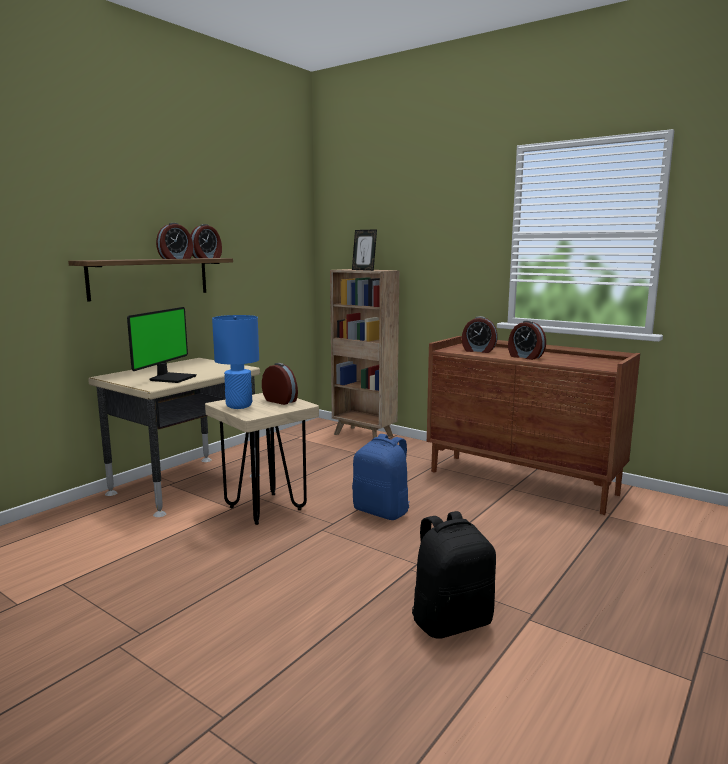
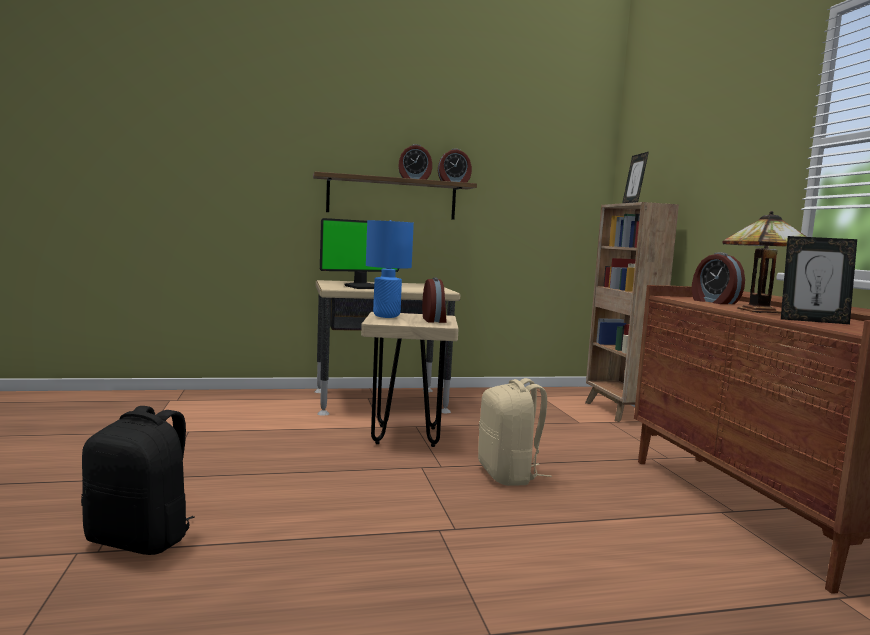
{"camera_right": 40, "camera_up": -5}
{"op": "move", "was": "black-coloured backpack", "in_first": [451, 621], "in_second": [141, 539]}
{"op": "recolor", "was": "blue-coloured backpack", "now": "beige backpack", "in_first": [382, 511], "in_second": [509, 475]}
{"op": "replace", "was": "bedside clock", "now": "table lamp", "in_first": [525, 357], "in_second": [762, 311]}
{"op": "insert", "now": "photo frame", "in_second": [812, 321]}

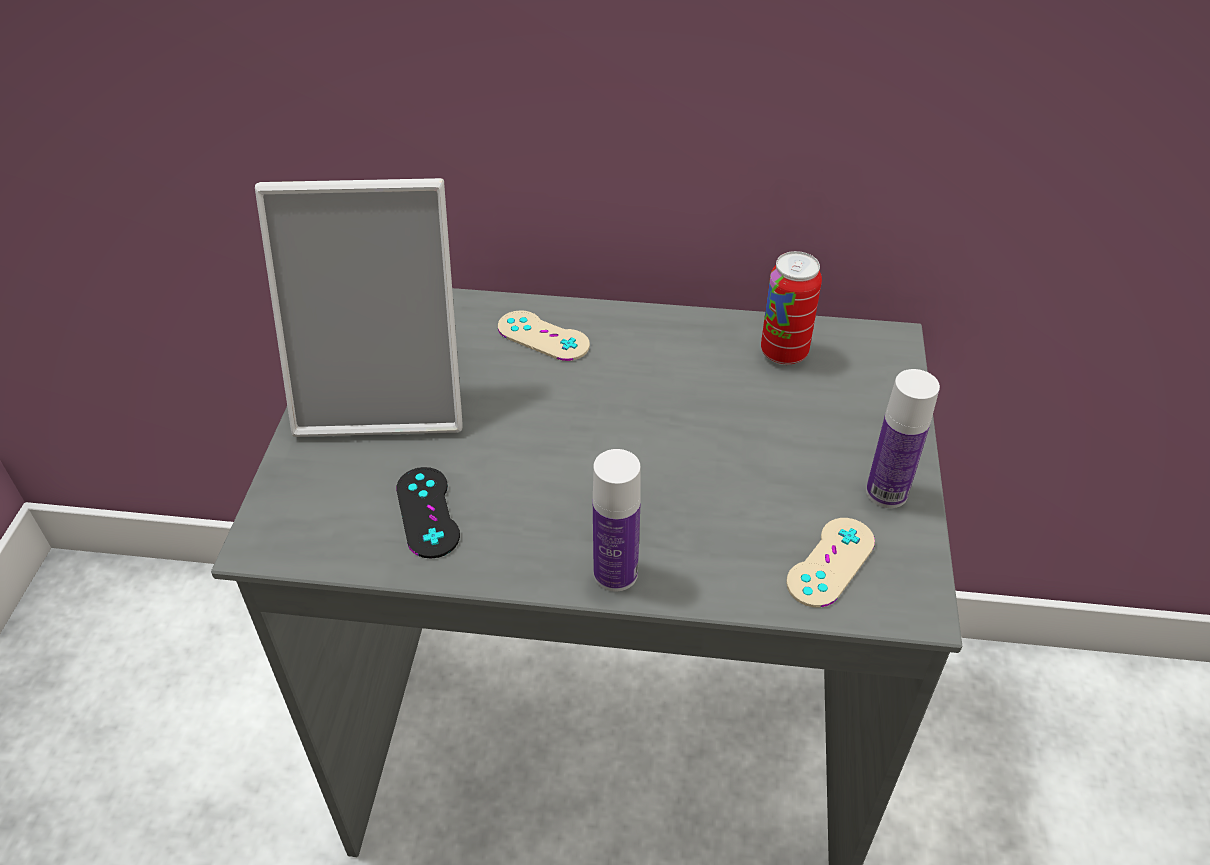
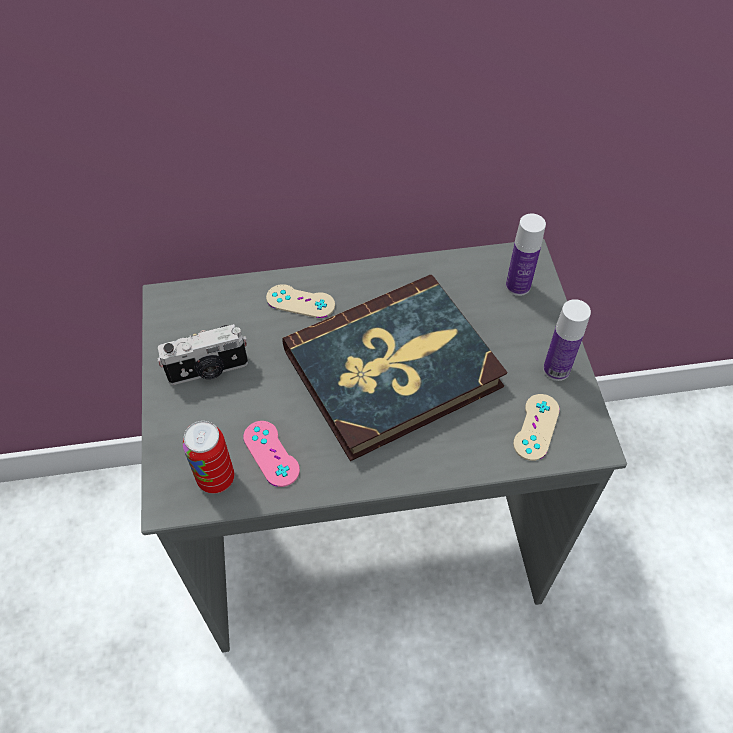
{"camera_right": -15, "camera_up": 10}
{"op": "replace", "was": "photo frame", "now": "photo camera", "in_first": [385, 394], "in_second": [208, 371]}
{"op": "move", "was": "sealed can", "in_first": [784, 353], "in_second": [216, 478]}
{"op": "recolor", "was": "black-coloured game controller", "now": "pink-coloured game controller", "in_first": [427, 512], "in_second": [271, 453]}
{"op": "insert", "now": "bound book", "in_second": [393, 369]}
{"op": "move", "was": "beverage bottle", "in_first": [615, 573], "in_second": [518, 286]}

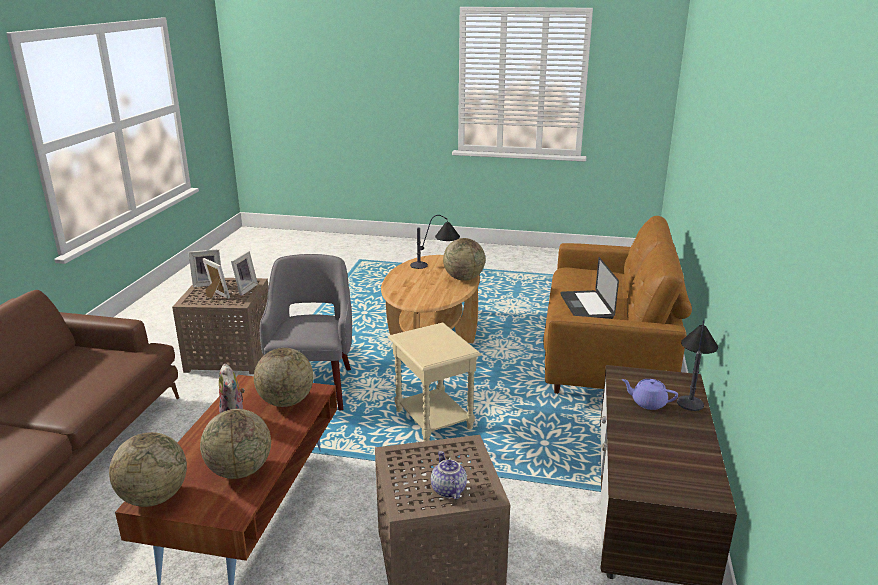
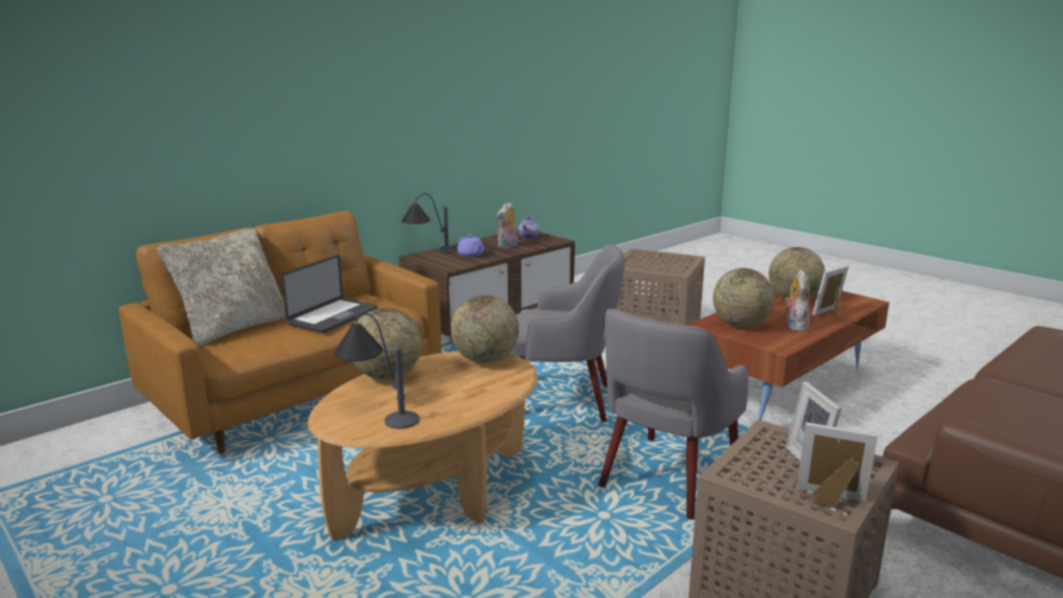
{"camera_right": -145, "camera_up": -5}
{"op": "insert", "now": "beige cushion", "in_second": [234, 326]}
{"op": "move", "was": "desk globe", "in_first": [154, 497], "in_second": [485, 360]}
{"op": "insert", "now": "cuddly toy", "in_second": [507, 246]}
{"op": "replace", "was": "beige end table", "now": "gray easy chair", "in_first": [432, 420], "in_second": [563, 401]}
{"op": "move", "was": "teapot", "in_first": [447, 490], "in_second": [529, 237]}
{"op": "move", "was": "photo frame", "in_first": [244, 289], "in_second": [831, 313]}

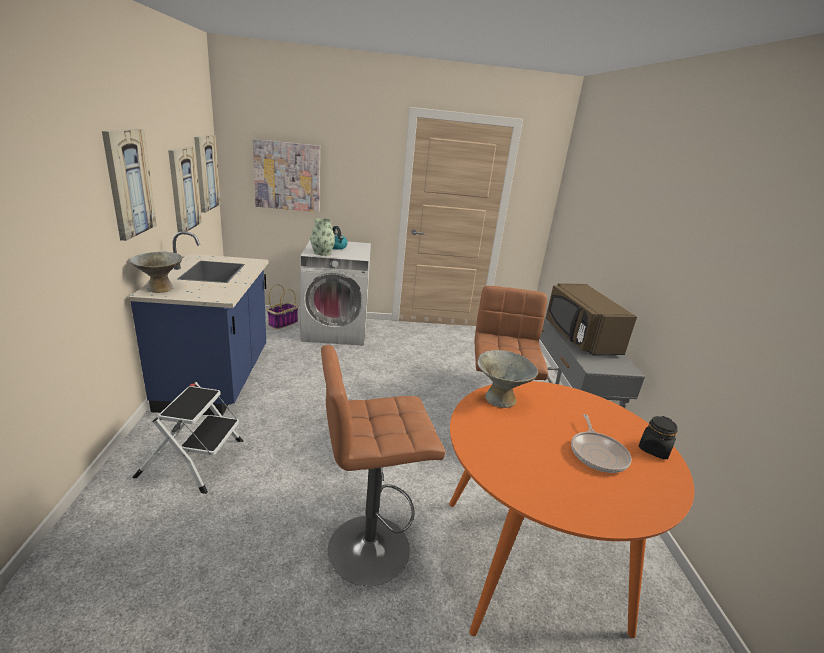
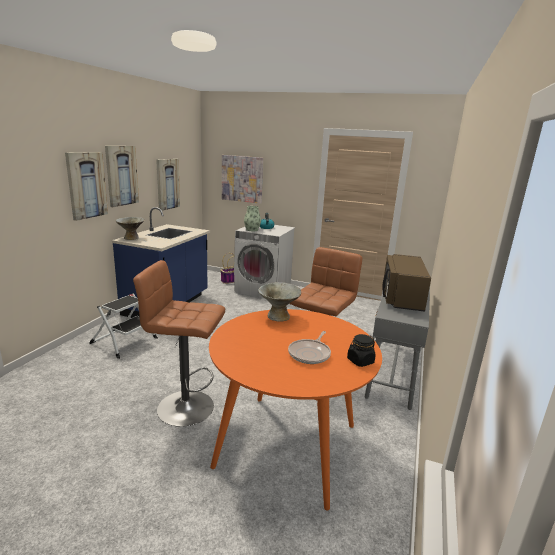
{"camera_right": 25, "camera_up": -5}
{"op": "move", "was": "wall picture", "in_first": [206, 173], "in_second": [86, 185]}

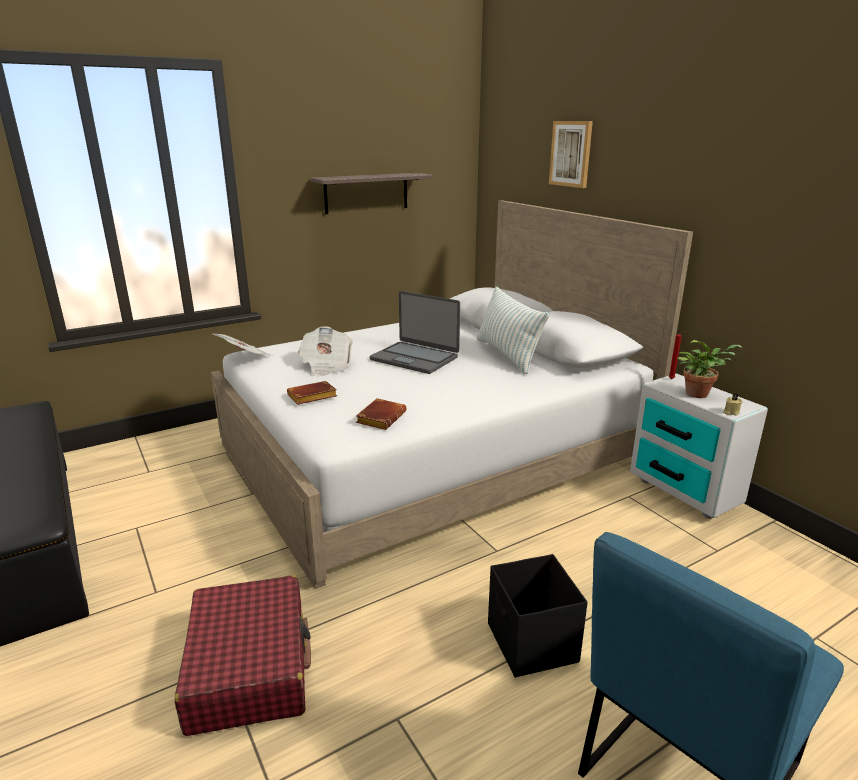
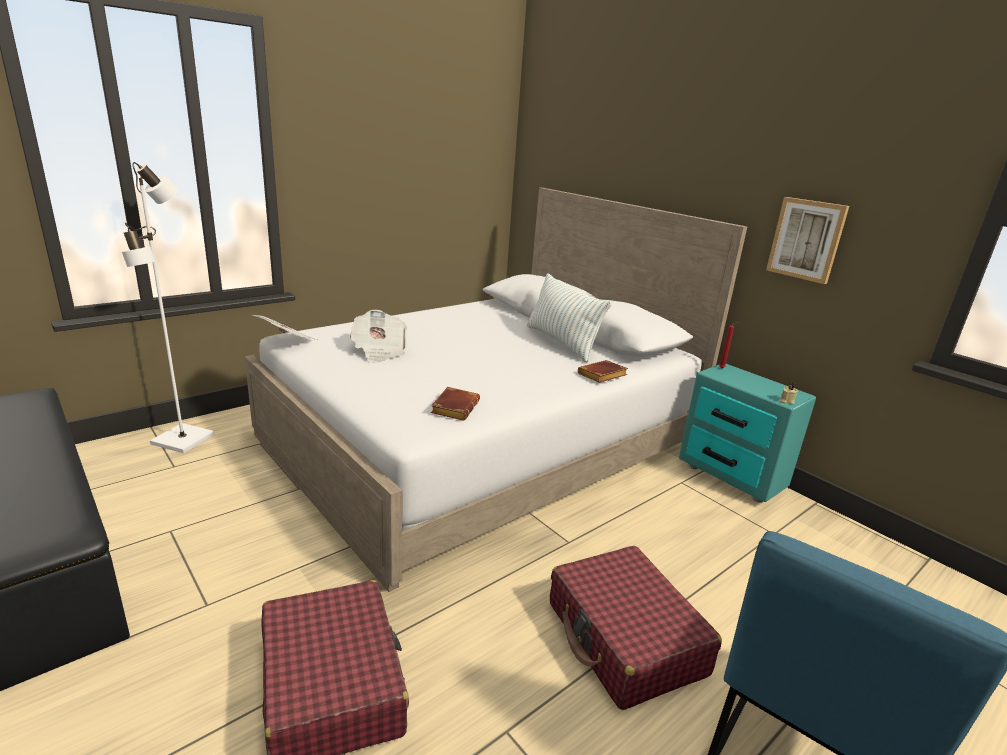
{"camera_right": -10, "camera_up": 0}
{"op": "insert", "now": "whitish standard lamp", "in_second": [182, 439]}
{"op": "replace", "was": "black-coloured storage box", "now": "red travel case", "in_first": [531, 644], "in_second": [625, 639]}
{"op": "move", "was": "brown-coloured bound book", "in_first": [311, 397], "in_second": [602, 376]}
{"op": "recolor", "was": "whitish bedside table", "now": "blue-green bedside table", "in_first": [682, 494], "in_second": [729, 479]}
{"op": "move", "was": "wall picture", "in_first": [571, 154], "in_second": [806, 239]}
{"op": "delete", "was": "wall shelf", "in_first": [366, 193]}
{"op": "delete", "was": "notebook computer", "in_first": [415, 358]}
{"op": "delete", "was": "houseplant", "in_first": [699, 393]}

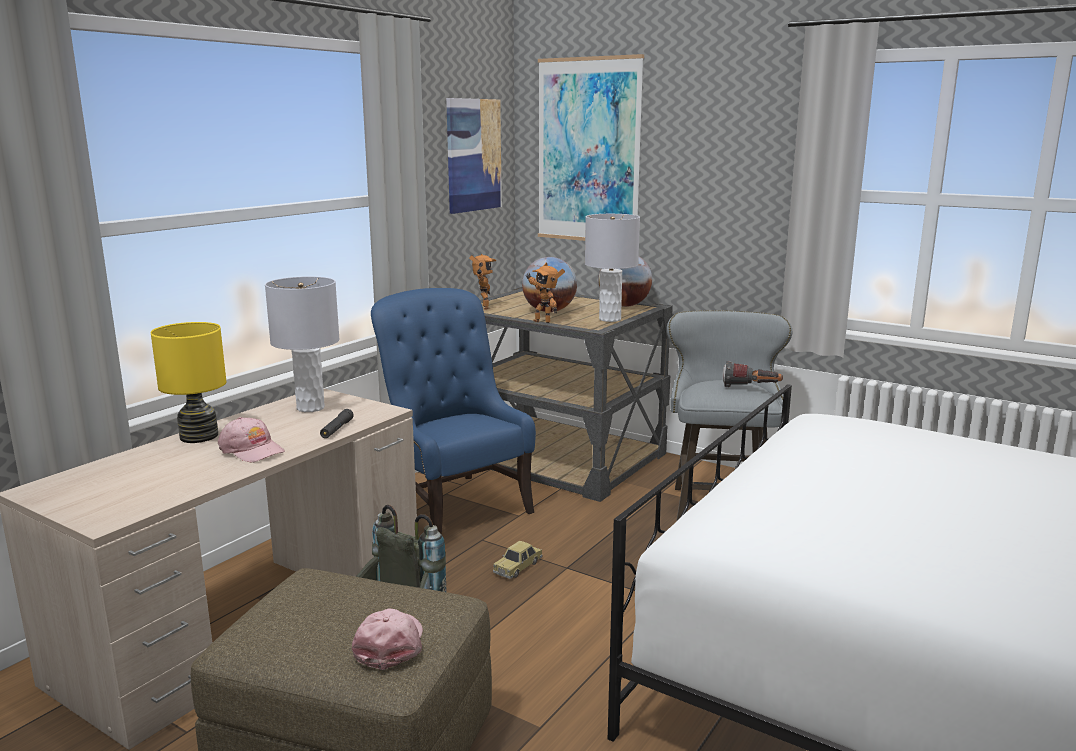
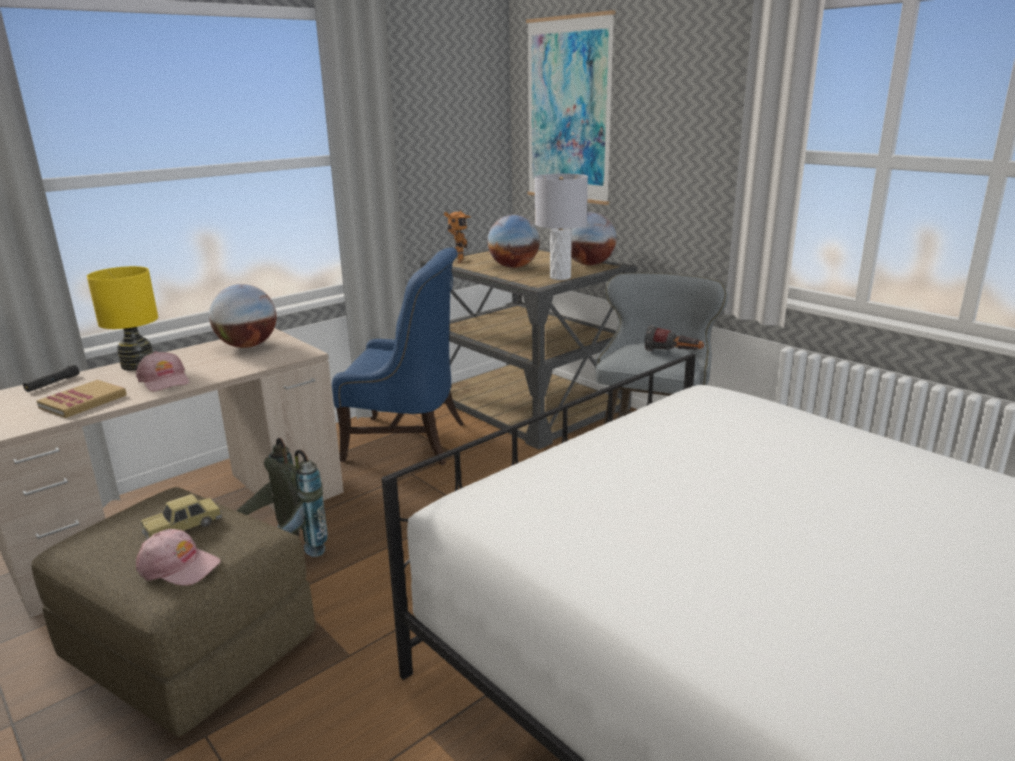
{"camera_right": 15, "camera_up": 5}
{"op": "move", "was": "black-coloured hand torch", "in_first": [337, 429], "in_second": [52, 383]}
{"op": "insert", "now": "bound book", "in_second": [83, 401]}
{"op": "rotate", "was": "pink-coloured peaked cap", "in_first": [390, 644], "in_second": [178, 566], "clockwise": 90}
{"op": "move", "was": "toy car", "in_first": [518, 567], "in_second": [183, 527]}
{"op": "replace", "was": "gray table lamp", "now": "desk globe", "in_first": [311, 408], "in_second": [248, 346]}
{"op": "rotate", "was": "blue-coloured chair", "in_first": [454, 506], "in_second": [407, 440], "clockwise": 120}
{"op": "delete", "was": "wall picture", "in_first": [473, 155]}
{"op": "delete", "was": "toy robot", "in_first": [543, 321]}

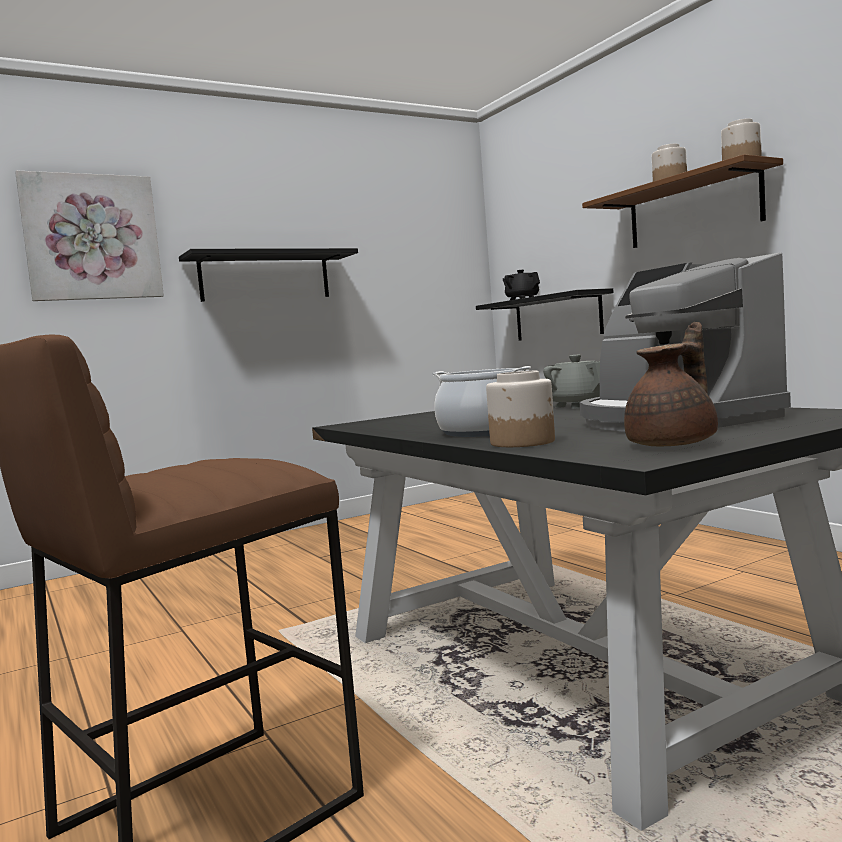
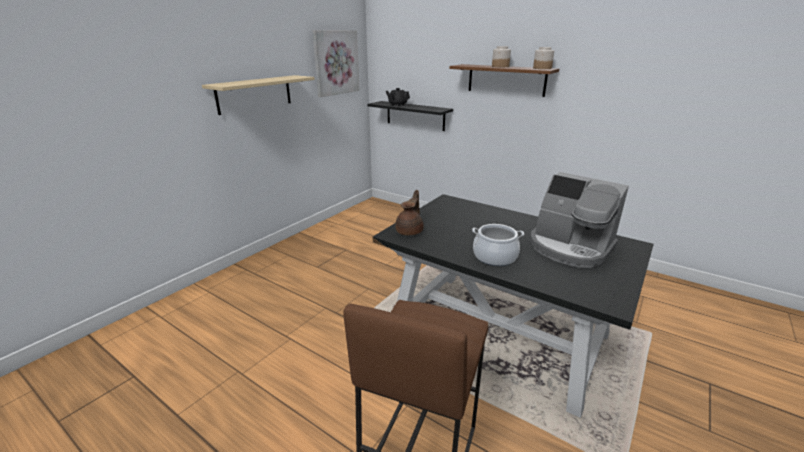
{"camera_right": -25, "camera_up": 20}
{"op": "recolor", "was": "black-coloured wall shelf", "now": "beige wall shelf", "in_first": [265, 277], "in_second": [254, 94]}
{"op": "move", "was": "wall picture", "in_first": [92, 237], "in_second": [336, 62]}
{"op": "move", "was": "brown-coloured teapot", "in_first": [675, 444], "in_second": [410, 231]}
{"op": "delete", "was": "preserve jar", "in_first": [523, 442]}
{"op": "delete", "was": "gray teapot", "in_first": [577, 406]}

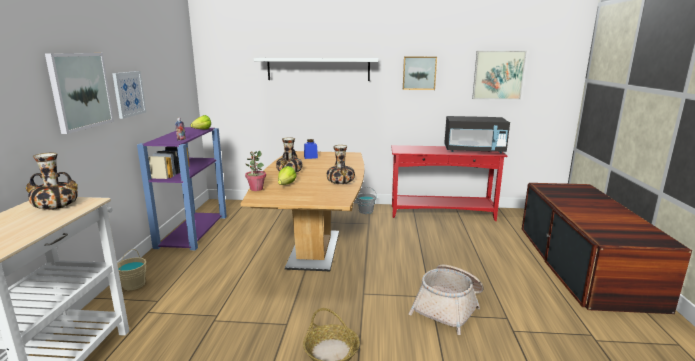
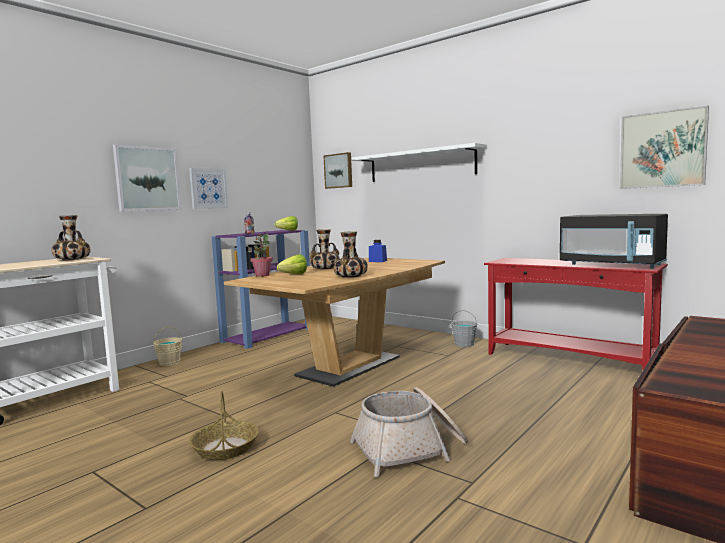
{"camera_right": 35, "camera_up": -10}
{"op": "move", "was": "wall picture", "in_first": [419, 73], "in_second": [339, 171]}

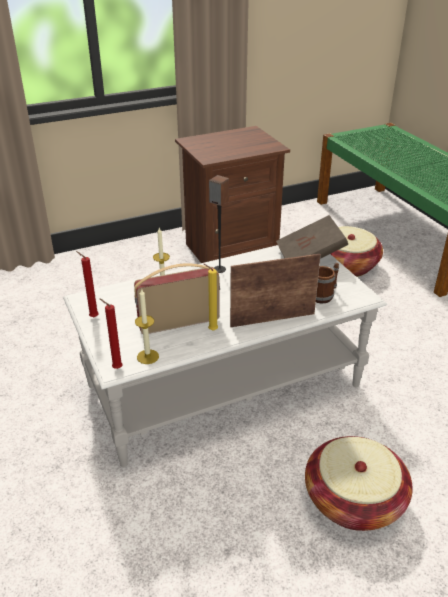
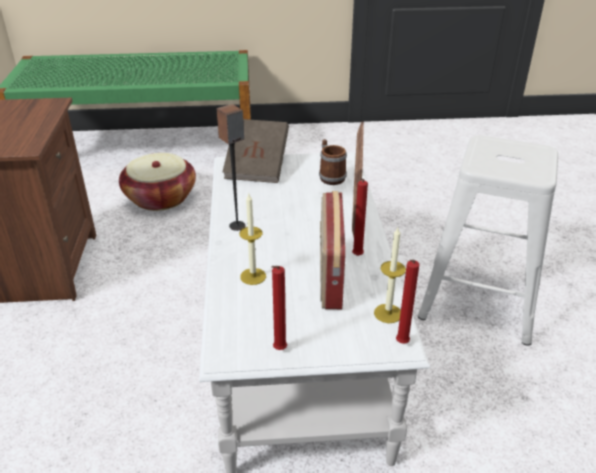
{"camera_right": -70, "camera_up": 0}
{"op": "recolor", "was": "yellow candle", "now": "red candle", "in_first": [211, 330], "in_second": [356, 256]}
{"op": "replace", "was": "storage basket", "now": "whitish sitting stool", "in_first": [353, 500], "in_second": [479, 298]}

